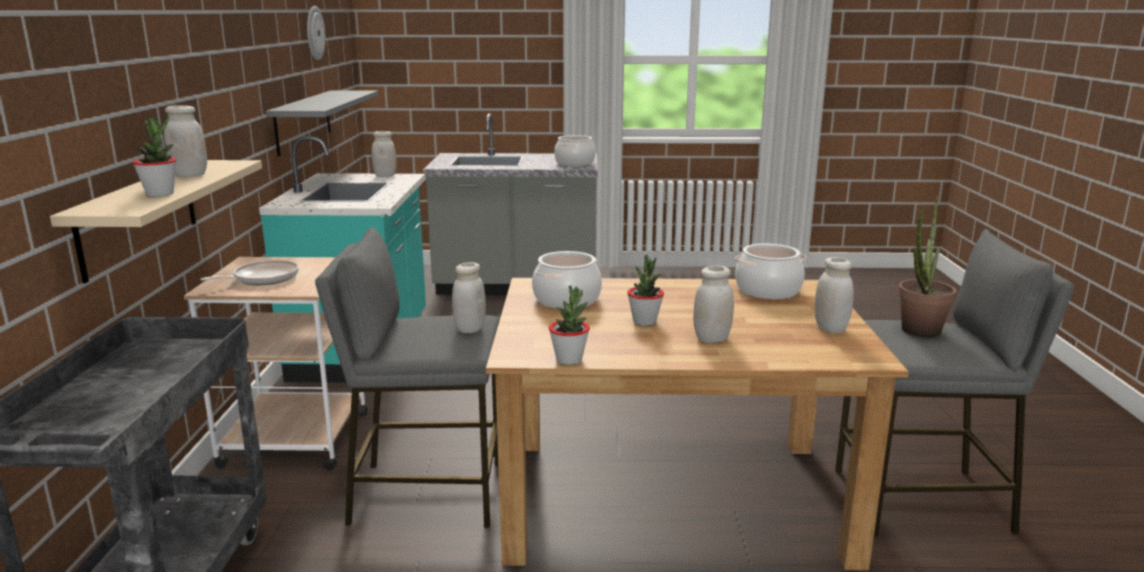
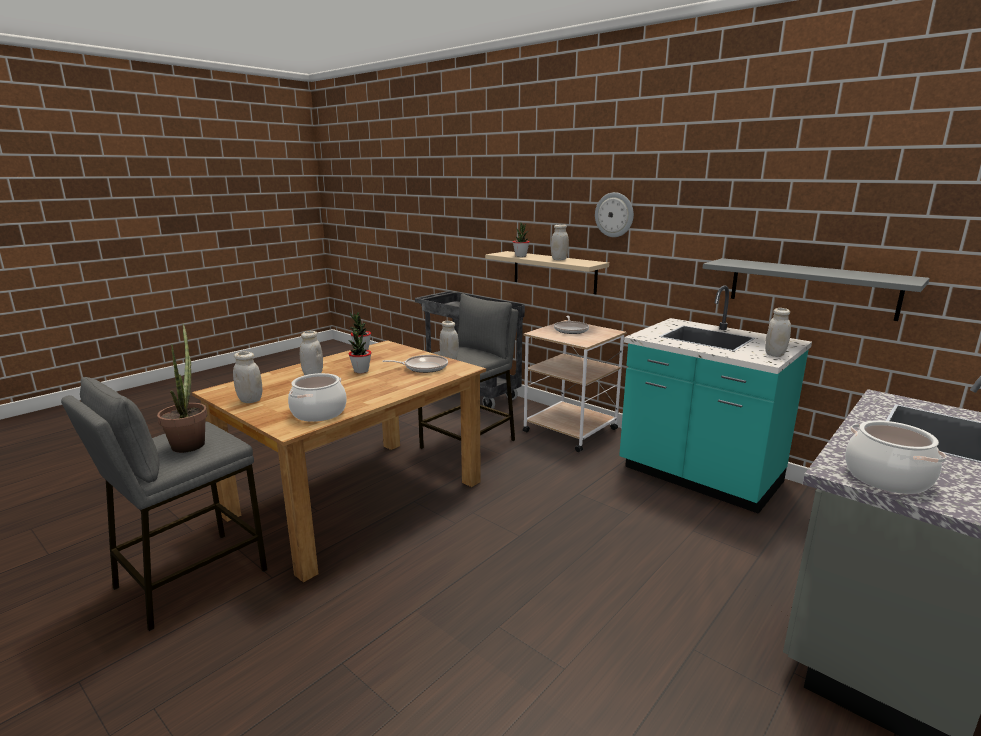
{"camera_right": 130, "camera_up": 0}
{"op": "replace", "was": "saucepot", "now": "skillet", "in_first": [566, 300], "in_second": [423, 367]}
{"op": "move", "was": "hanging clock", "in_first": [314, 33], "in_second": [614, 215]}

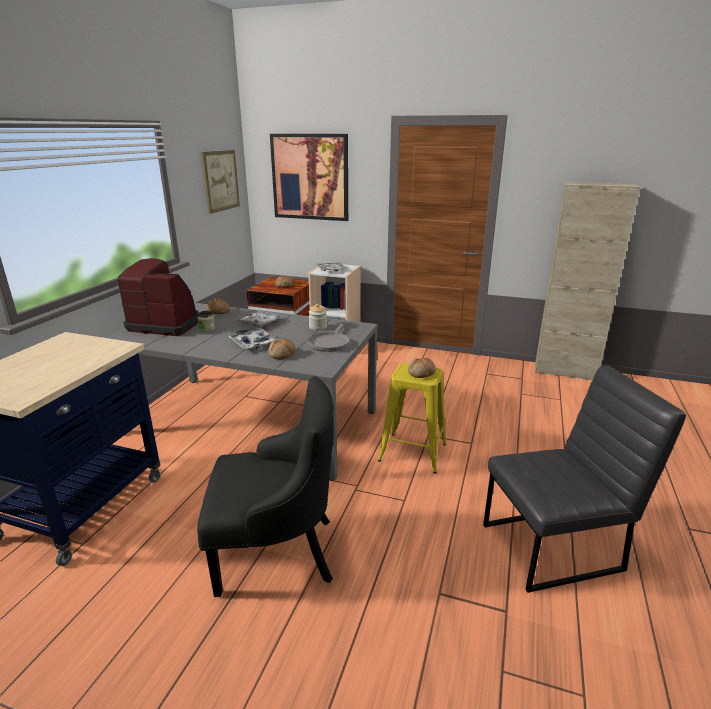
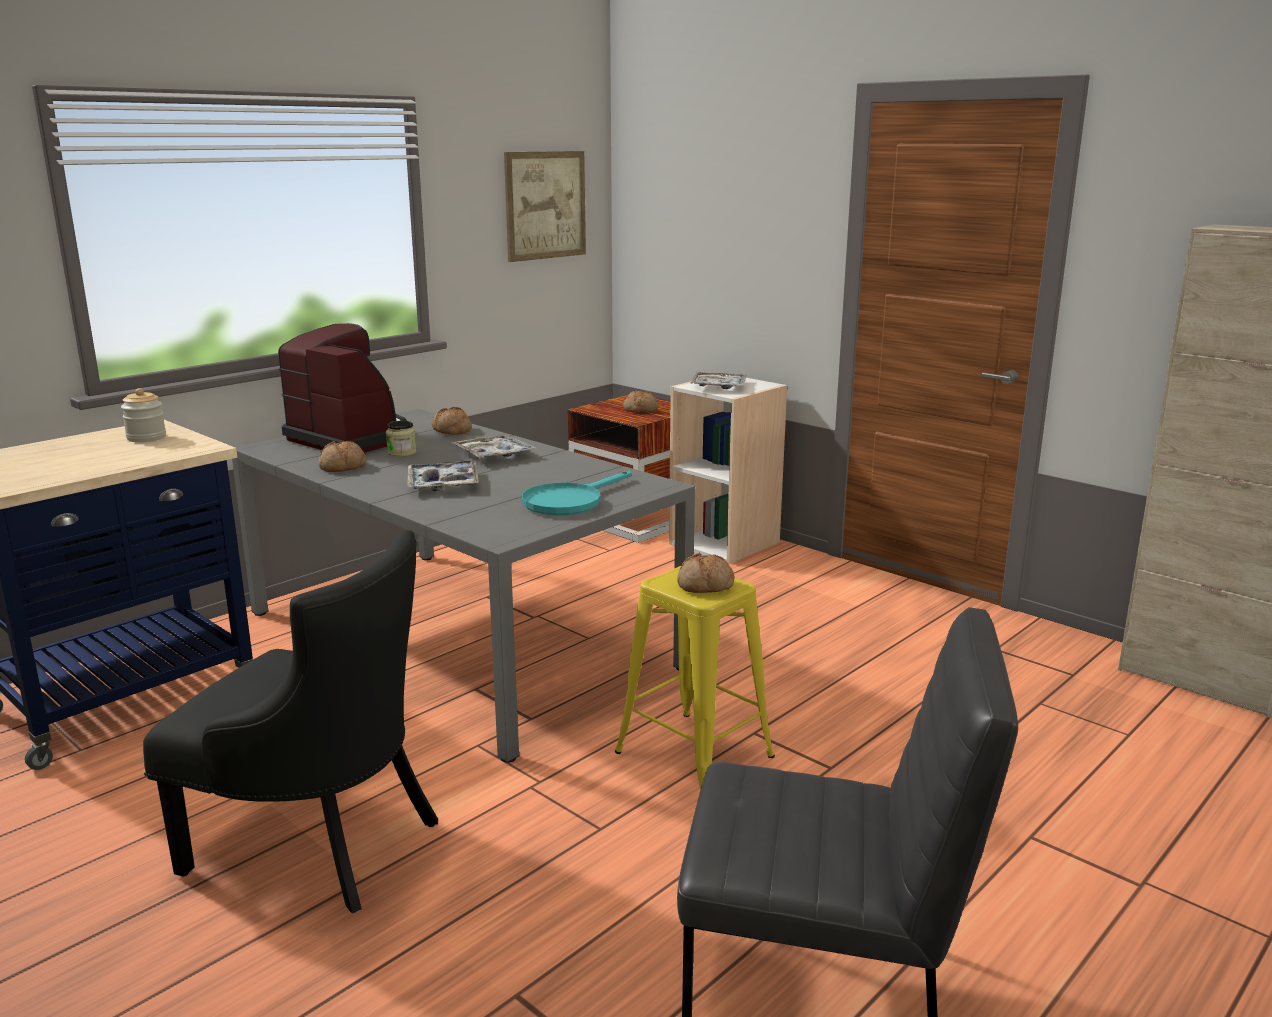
{"camera_right": 25, "camera_up": -5}
{"op": "move", "was": "preserve jar", "in_first": [318, 327], "in_second": [146, 438]}
{"op": "move", "was": "bakery bread", "in_first": [282, 354], "in_second": [342, 467]}
{"op": "recolor", "was": "gray skillet", "now": "blue-green skillet", "in_first": [330, 342], "in_second": [569, 501]}
{"op": "delete", "was": "wall picture", "in_first": [310, 177]}

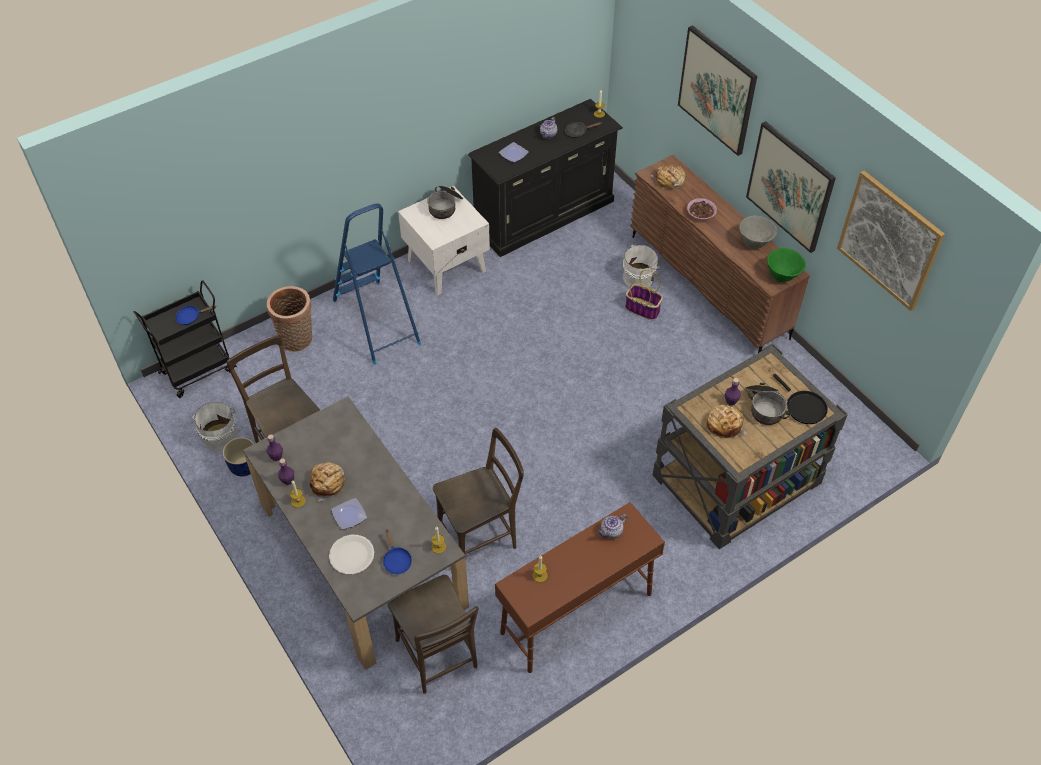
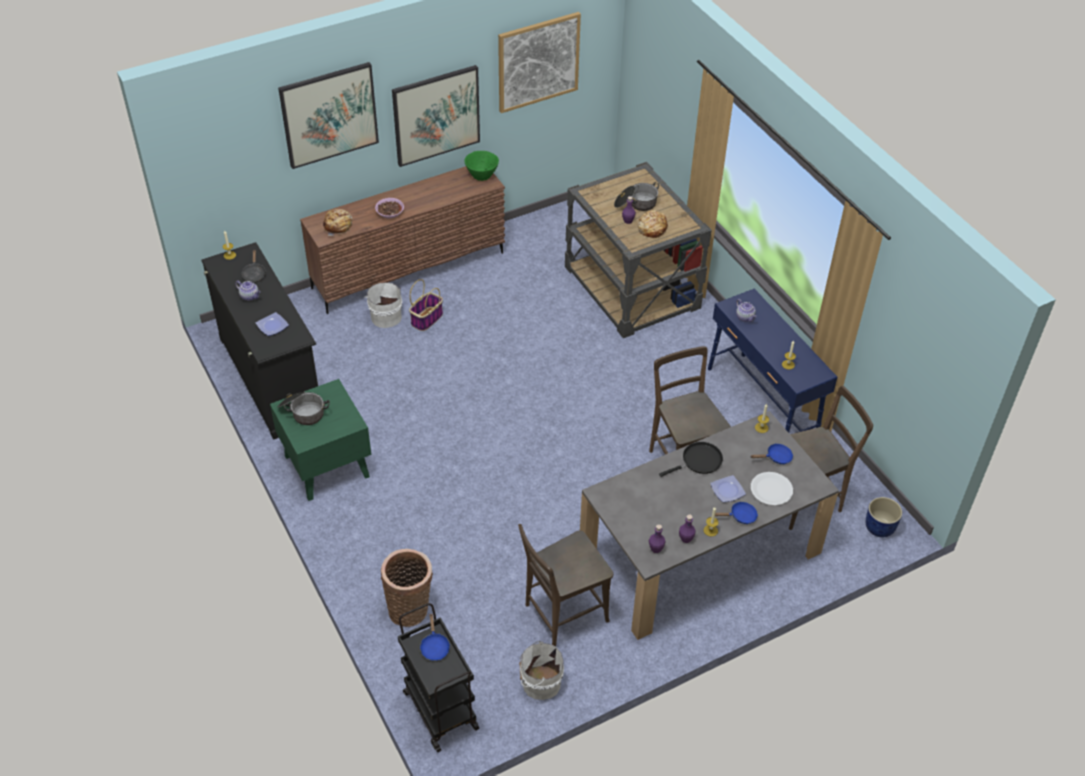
{"camera_right": -85, "camera_up": -5}
{"op": "recolor", "was": "whitish bedside table", "now": "green-coloured bedside table", "in_first": [447, 265], "in_second": [326, 465]}
{"op": "move", "was": "black-coloured skillet", "in_first": [803, 407], "in_second": [699, 461]}
{"op": "recolor", "was": "brown-coloured hall table", "now": "blue-coloured hall table", "in_first": [575, 613], "in_second": [761, 403]}
{"op": "insert", "now": "blue-coloured skillet", "in_second": [740, 516]}
{"op": "move", "was": "blue-coloured flower pot", "in_first": [244, 466], "in_second": [879, 527]}
{"op": "delete", "was": "bakery bread", "in_first": [328, 483]}
{"op": "delete", "was": "blue-coloured step ladder", "in_first": [375, 321]}
{"op": "delete", "was": "gray serving bowl", "in_first": [754, 243]}

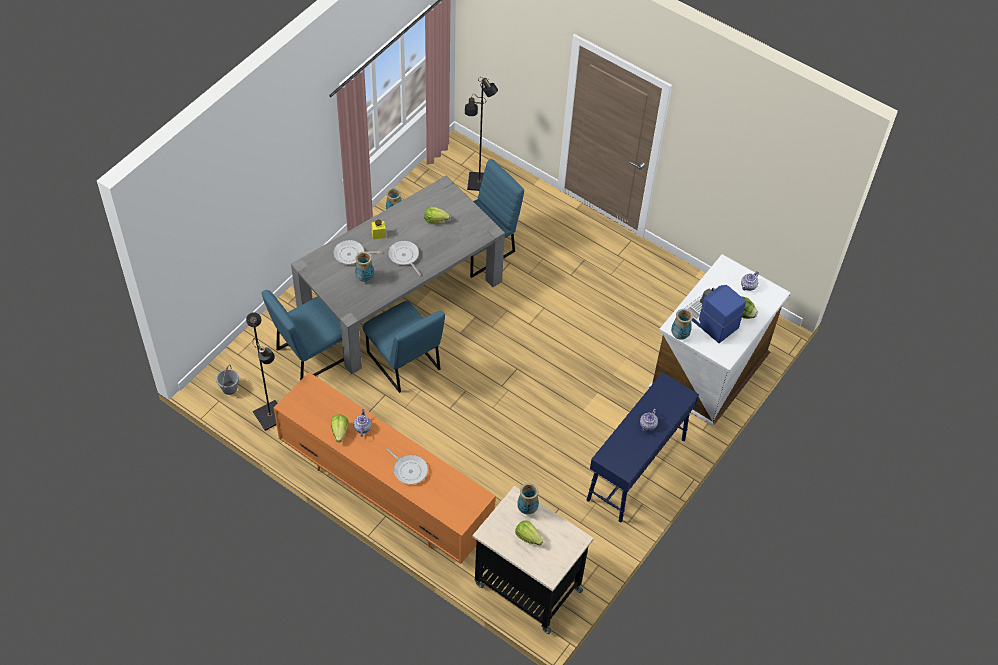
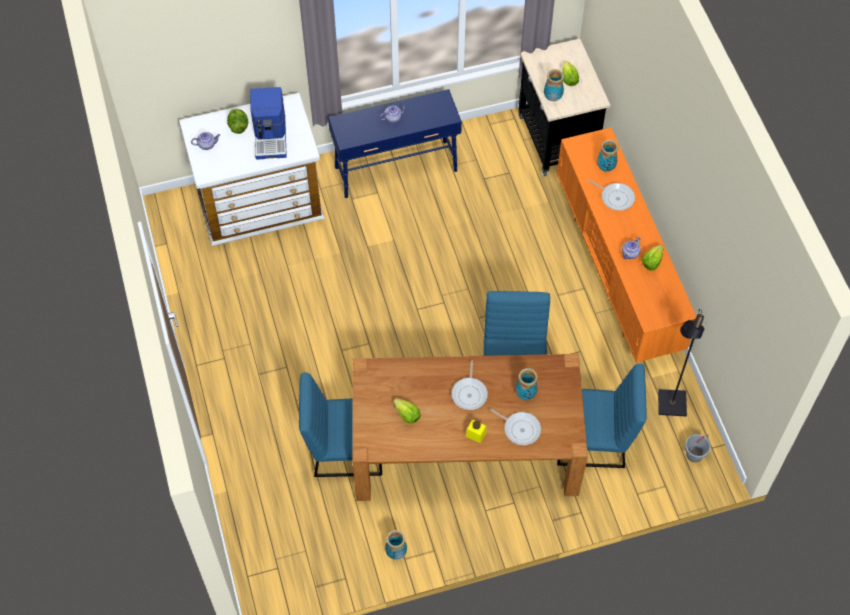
{"camera_right": -140, "camera_up": 5}
{"op": "recolor", "was": "gray kitchen table", "now": "brown-coloured kitchen table", "in_first": [400, 297], "in_second": [465, 448]}
{"op": "rotate", "was": "skillet", "in_first": [409, 469], "in_second": [615, 197], "clockwise": 135}
{"op": "move", "was": "decorative vase", "in_first": [679, 335], "in_second": [606, 167]}
{"op": "delete", "was": "black-coloured standard lamp", "in_first": [479, 182]}

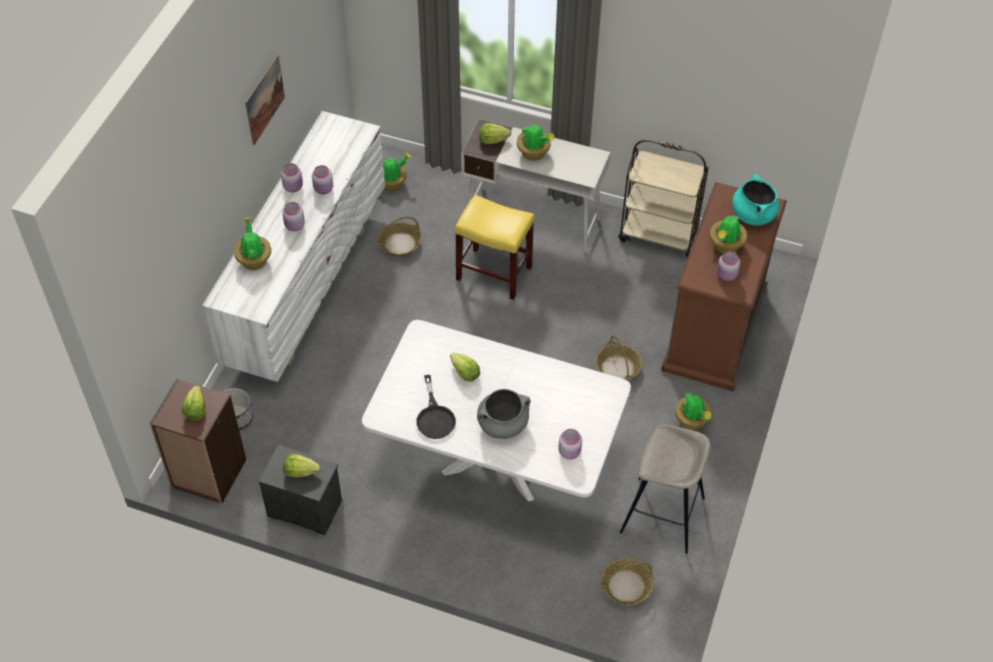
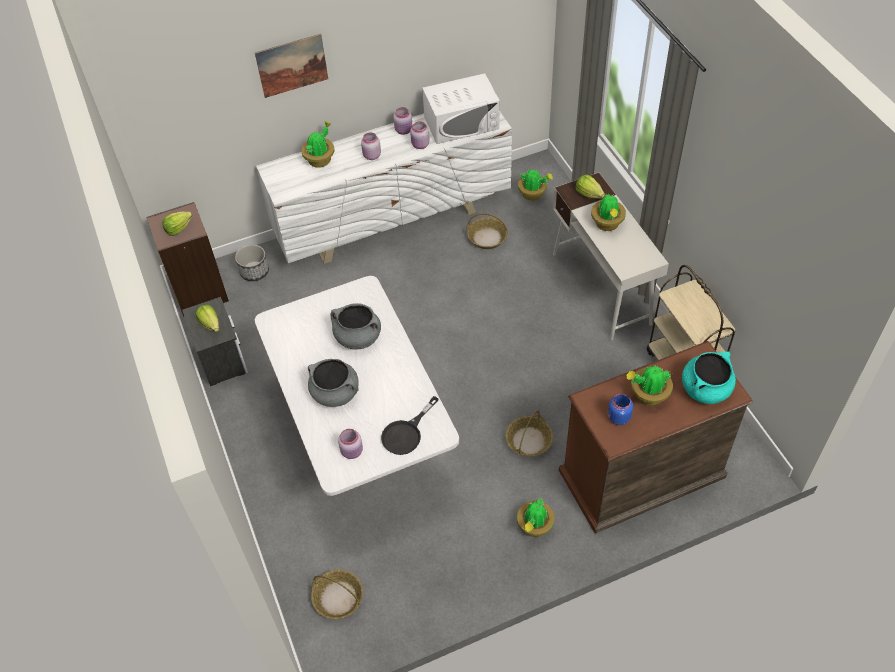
{"camera_right": 50, "camera_up": 0}
{"op": "move", "was": "wall picture", "in_first": [264, 99], "in_second": [292, 65]}
{"op": "replace", "was": "lettuce head", "now": "gray saucepot", "in_first": [465, 373], "in_second": [358, 337]}
{"op": "move", "was": "black-coloured skillet", "in_first": [435, 417], "in_second": [406, 433]}
{"op": "insert", "now": "whitish kitchen microwave", "in_second": [461, 123]}
{"op": "recolor", "was": "pink-coloured preserve jar", "now": "blue-coloured preserve jar", "in_first": [726, 276], "in_second": [618, 418]}
{"op": "delete", "was": "yellow sitting stool", "in_first": [493, 273]}
{"op": "delete", "was": "gray sitting stool", "in_first": [662, 516]}

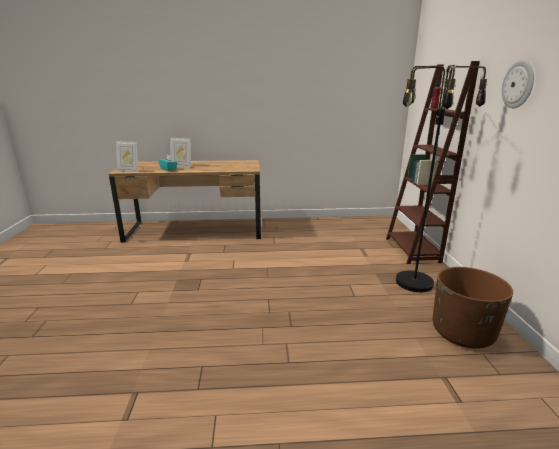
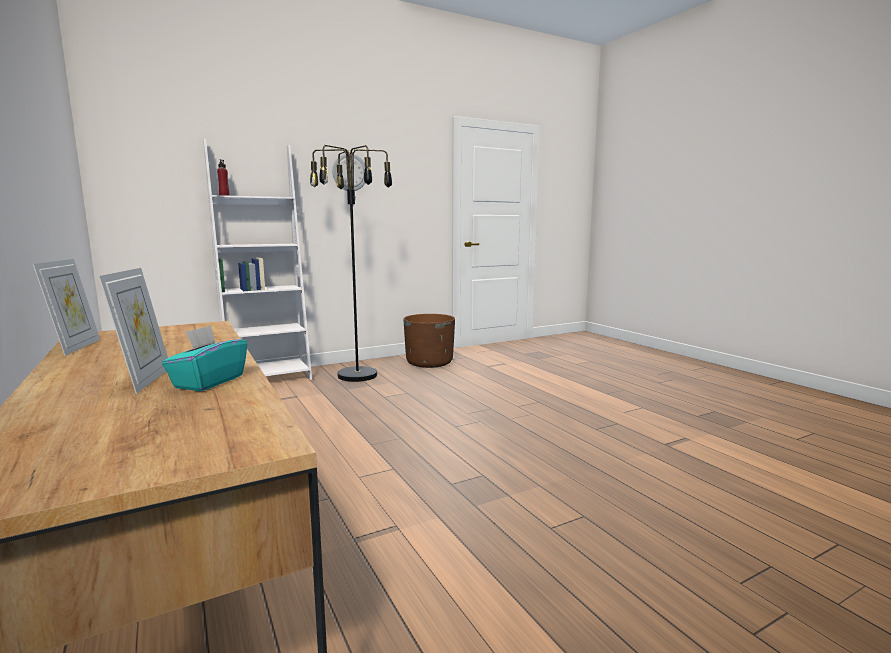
{"camera_right": -115, "camera_up": -10}
{"op": "move", "was": "photo frame", "in_first": [129, 171], "in_second": [75, 347]}
{"op": "recolor", "was": "brown-coloured bookshelf", "now": "whitish bookshelf", "in_first": [412, 250], "in_second": [268, 379]}

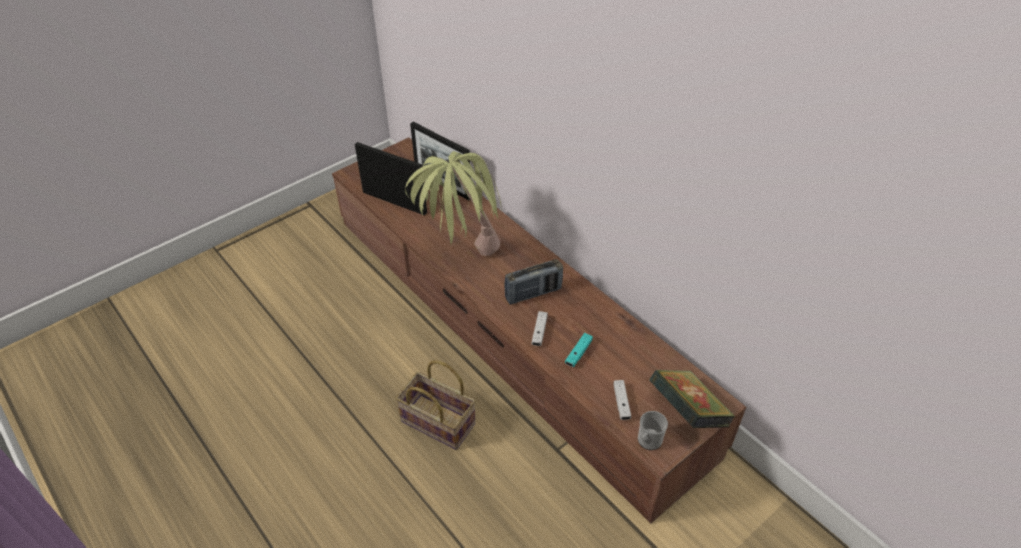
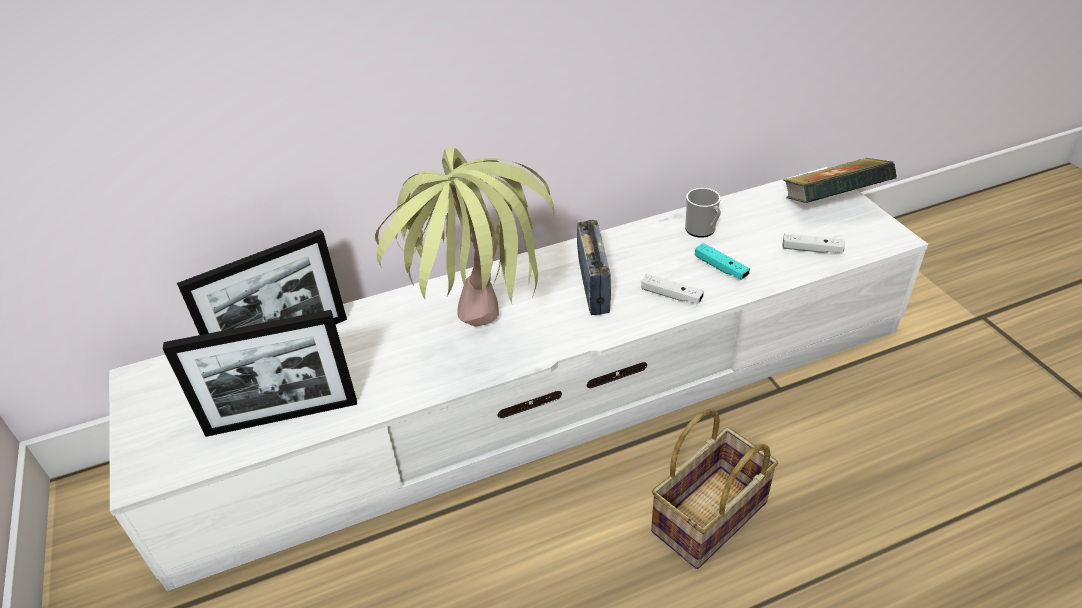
{"camera_right": -70, "camera_up": -5}
{"op": "recolor", "was": "brown-coloured tv stand", "now": "whitish tv stand", "in_first": [511, 324], "in_second": [545, 389]}
{"op": "rotate", "was": "photo frame", "in_first": [394, 202], "in_second": [282, 417], "clockwise": -150}
{"op": "move", "was": "tea mug", "in_first": [648, 442], "in_second": [702, 230]}

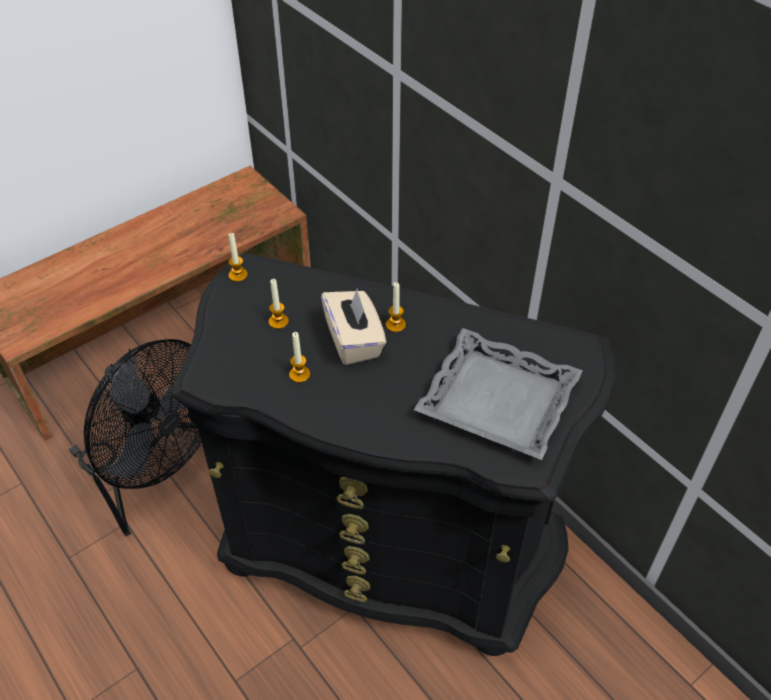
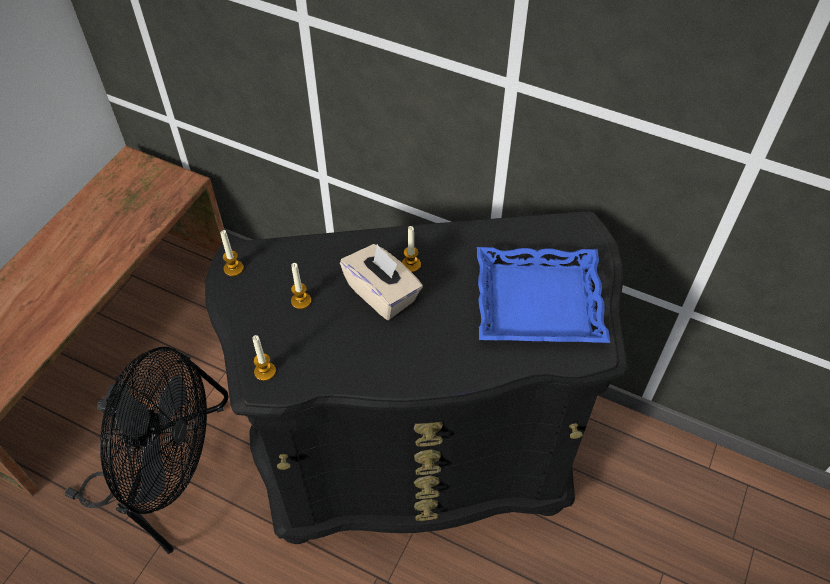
{"camera_right": -25, "camera_up": 5}
{"op": "move", "was": "candle", "in_first": [299, 374], "in_second": [265, 371]}
{"op": "recolor", "was": "gray serving tray", "now": "blue-coloured serving tray", "in_first": [497, 401], "in_second": [538, 303]}

